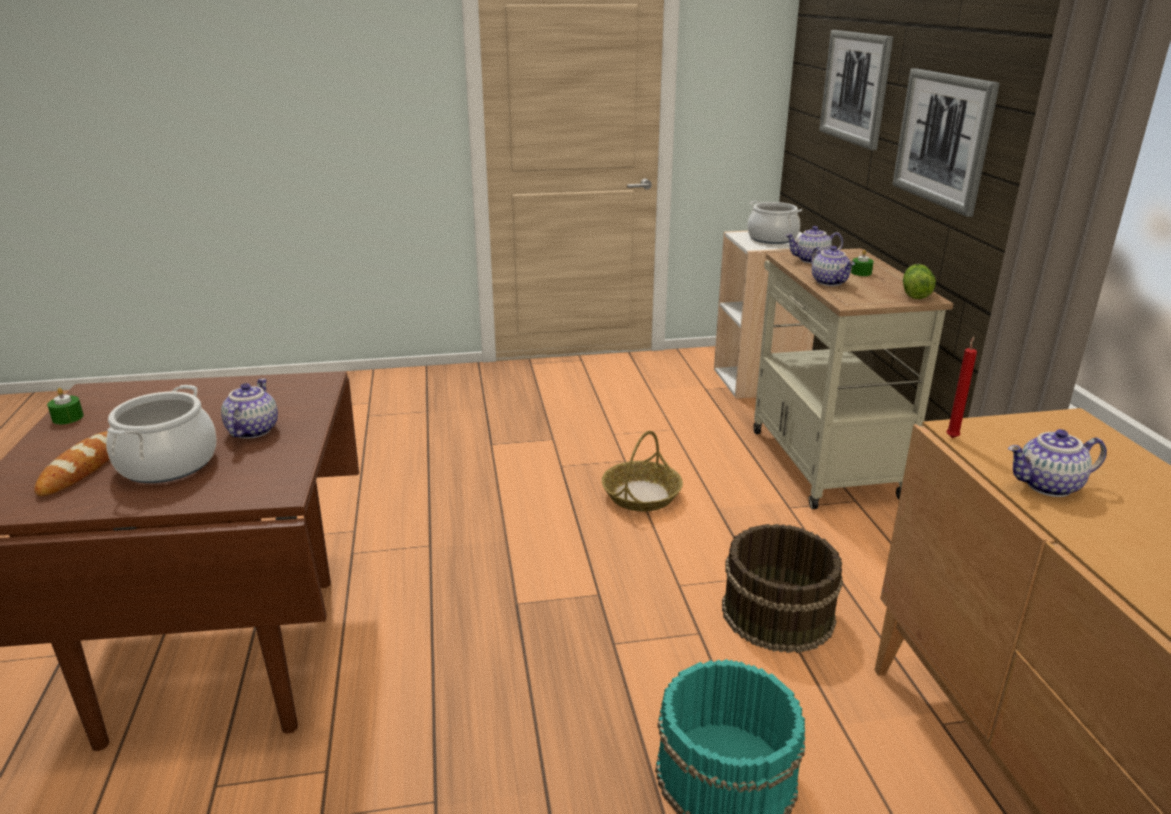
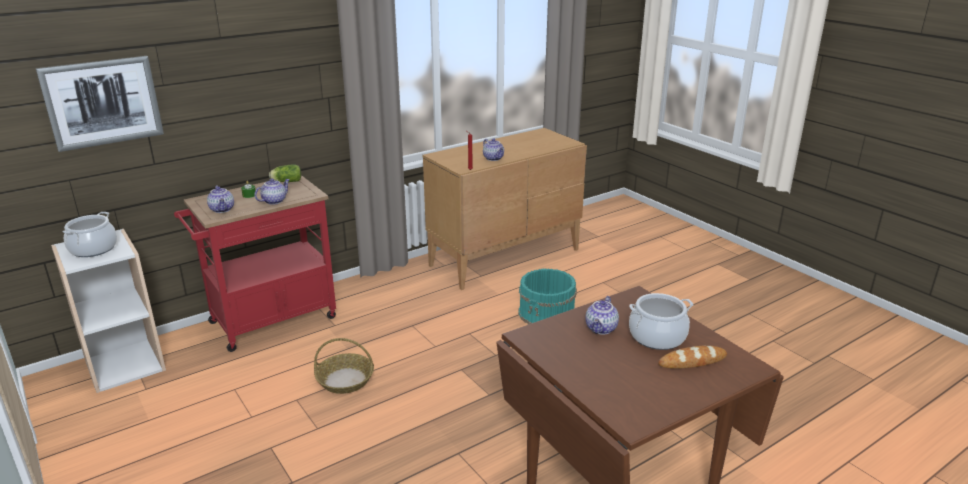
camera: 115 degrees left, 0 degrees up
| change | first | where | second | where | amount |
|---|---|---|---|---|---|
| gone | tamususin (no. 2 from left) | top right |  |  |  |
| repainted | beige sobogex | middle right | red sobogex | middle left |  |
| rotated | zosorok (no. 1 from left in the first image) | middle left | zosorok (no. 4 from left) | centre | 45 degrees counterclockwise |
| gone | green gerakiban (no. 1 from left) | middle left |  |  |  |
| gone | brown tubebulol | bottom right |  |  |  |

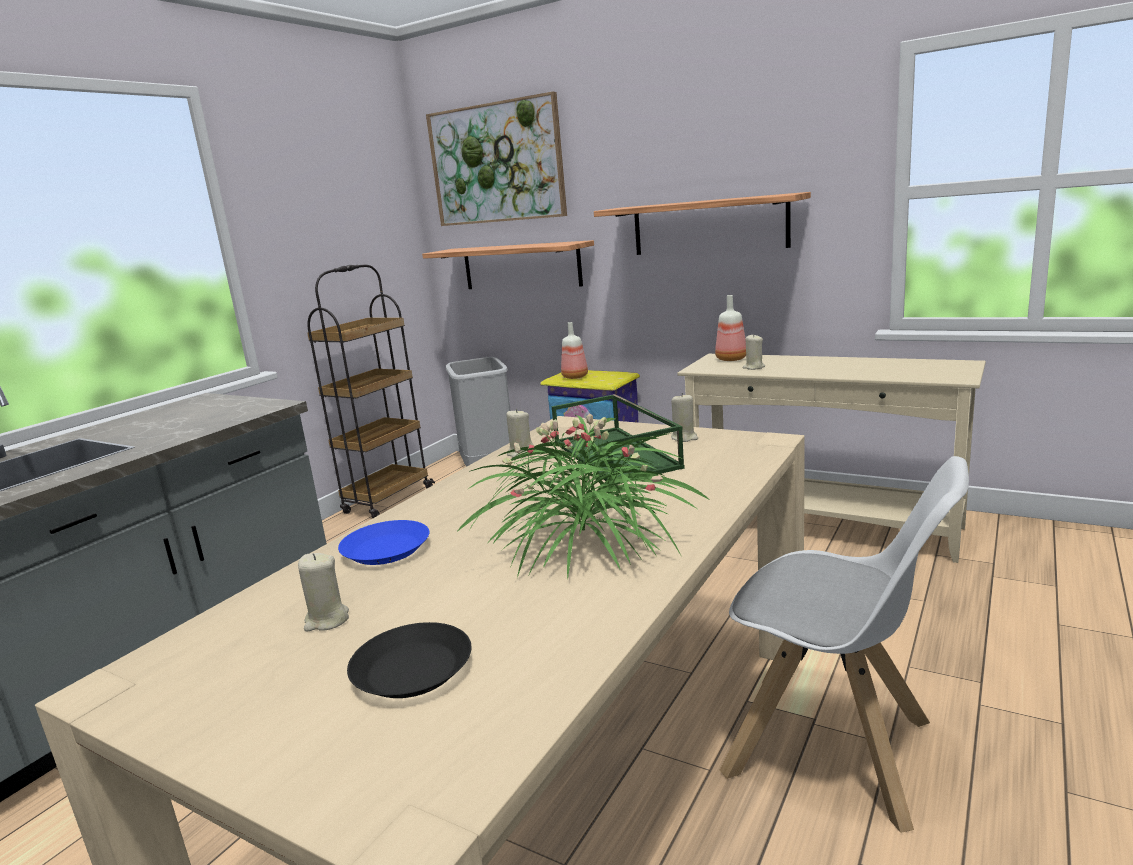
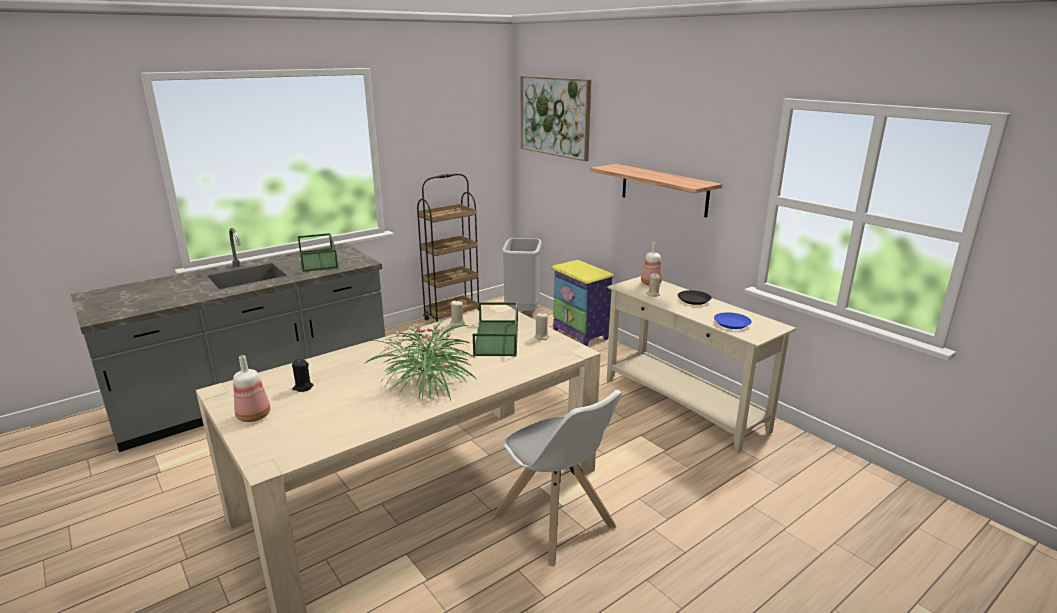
camera: 20 degrees right, 5 degrees up
| change | first | where | second | where | amount |
|---|---|---|---|---|---|
| gone | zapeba (no. 1 from left) | top centre |  |  |  |
| shifted | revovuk (no. 1 from left) | centre |  | middle left |  |
| shifted | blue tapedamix | centre |  | middle right |  |
| repainted | beige gerakiban (no. 1 from left) | bottom left | black gerakiban | middle left |  |
| shifted | black tapedamix | bottom centre |  | centre |  |
| new |  |  | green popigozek (no. 1 from left) | middle left |  |

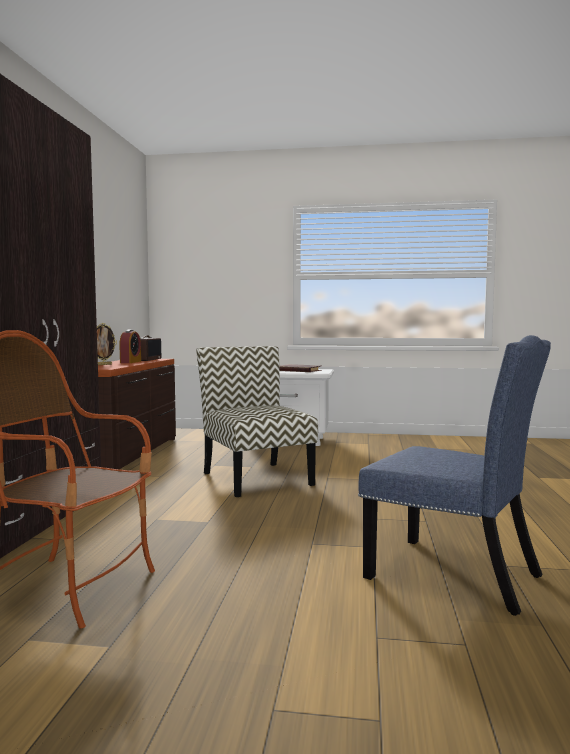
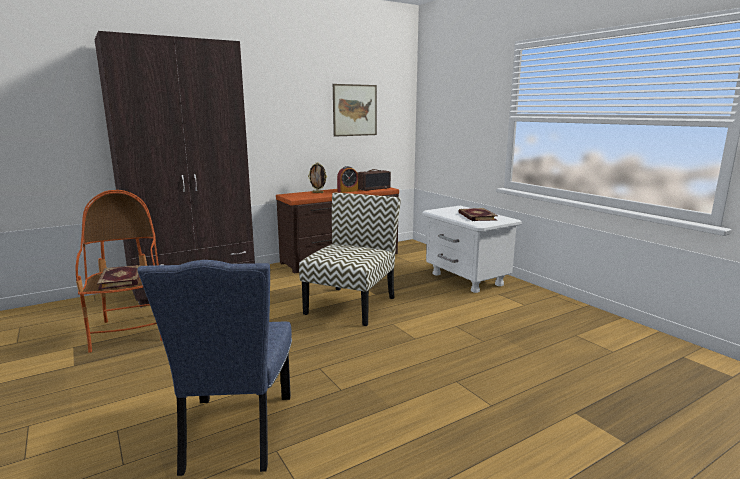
camera: 50 degrees right, 10 degrees up
| change | first | where | second | where | amount |
|---|---|---|---|---|---|
| new |  |  | tamususin | top centre |  |
| new |  |  | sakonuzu (no. 1 from left) | middle left |  |

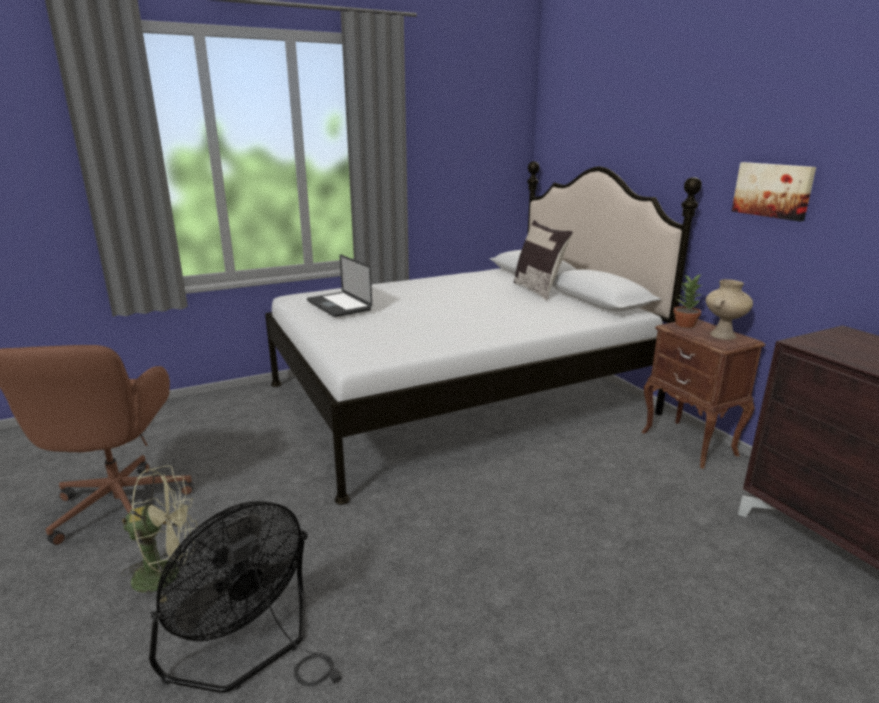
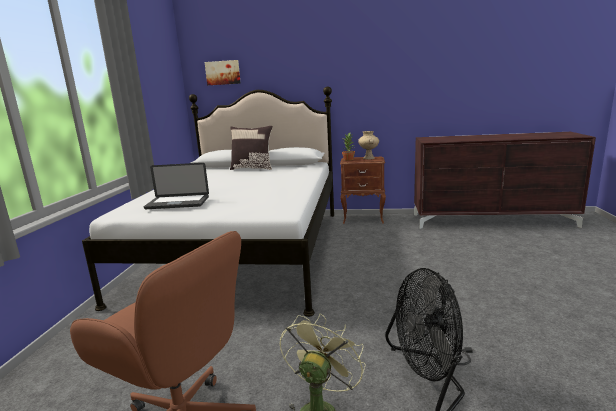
camera: 55 degrees left, 5 degrees down
| change | first | where | second | where | amount |
|---|---|---|---|---|---|
| shifted | tamususin | top right |  | top centre |  |

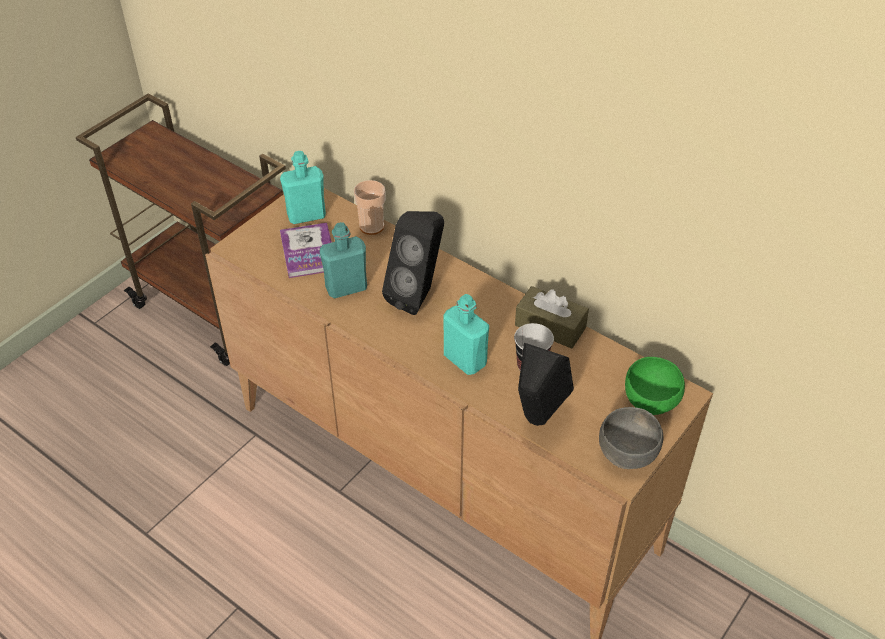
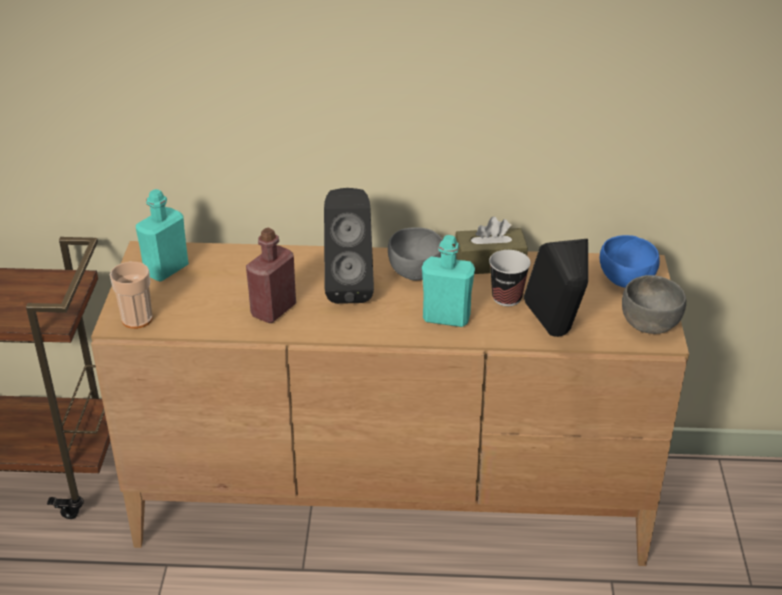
camera: 35 degrees left, 10 degrees down
| change | first | where | second | where | amount |
|---|---|---|---|---|---|
| shifted | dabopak (no. 1 from left) | top centre |  | middle left |  |
| repainted | turquoise revovuk (no. 2 from left) | centre | red revovuk | centre |  |
| gone | sakonuzu | centre |  |  |  |
| repainted | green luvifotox | middle right | blue luvifotox | middle right |  |
| new |  |  | grey luvifotox (no. 1 from left) | centre |  |

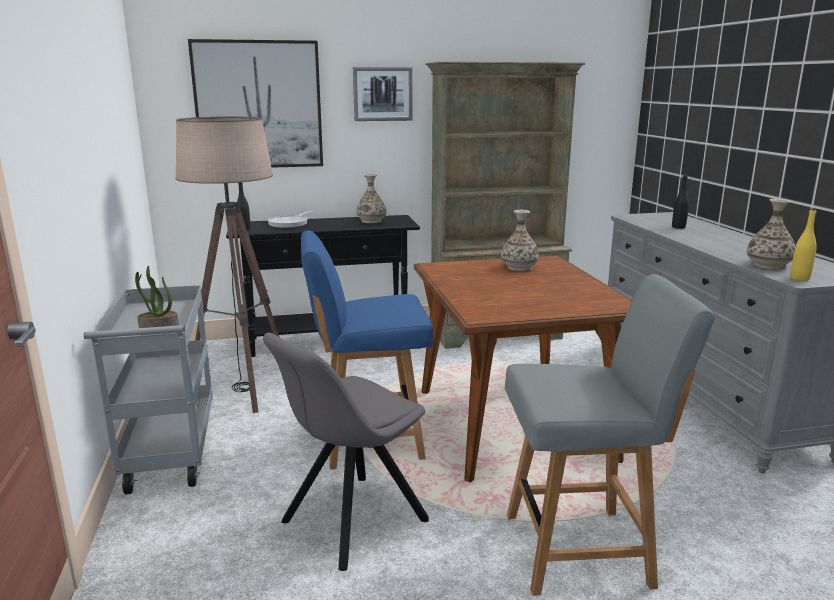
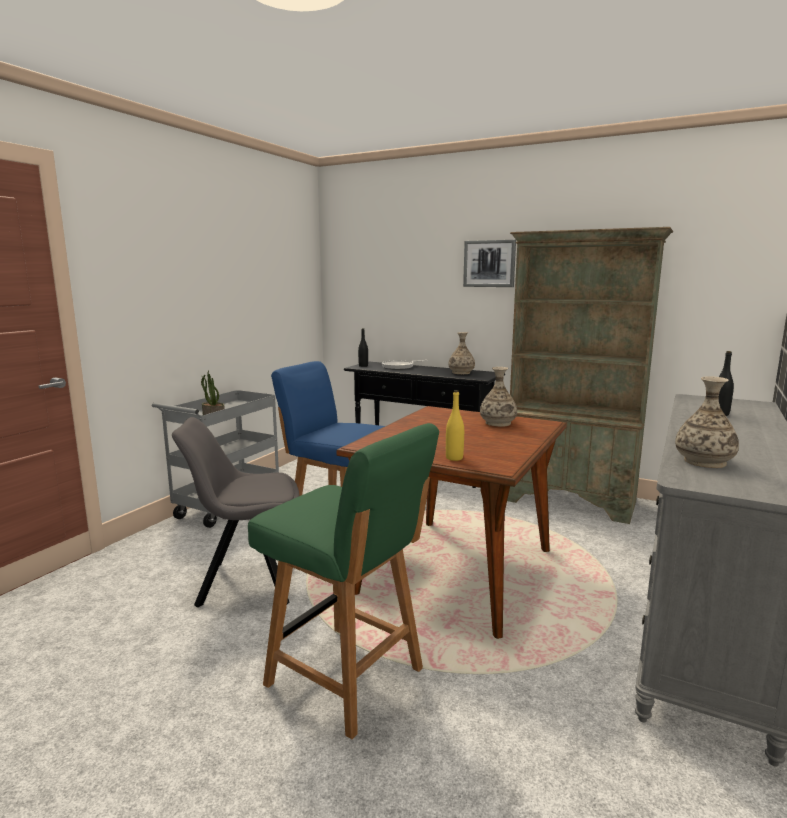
camera: 40 degrees right, 5 degrees down
| change | first | where | second | where | amount |
|---|---|---|---|---|---|
| gone | tamususin (no. 1 from left) | top left |  |  |  |
| gone | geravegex | middle left |  |  |  |
| shifted | yellow revovuk | middle right |  | centre |  |
| repainted | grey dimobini (no. 2 from left) | bottom right | green dimobini | bottom centre |  |

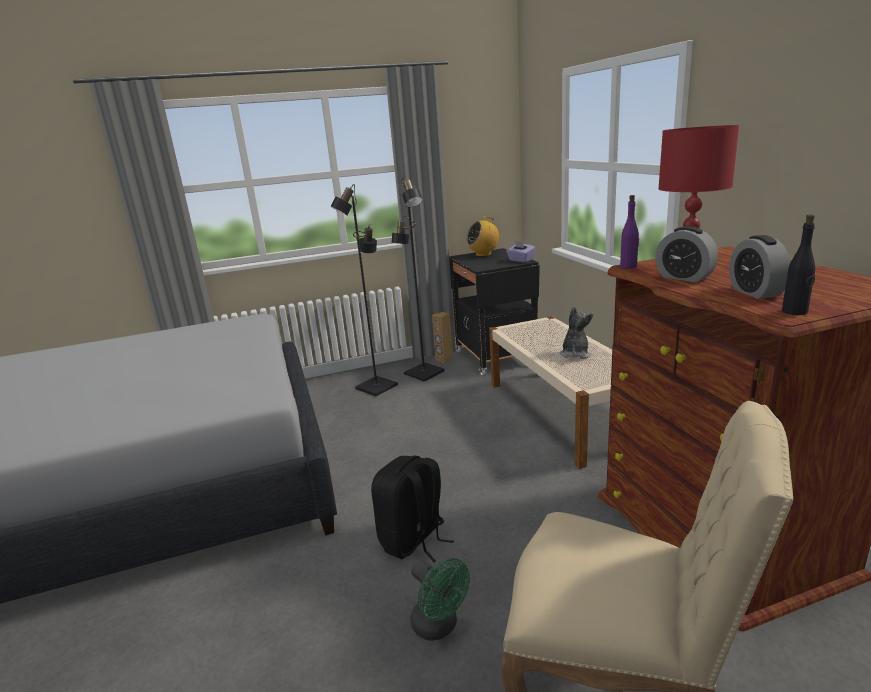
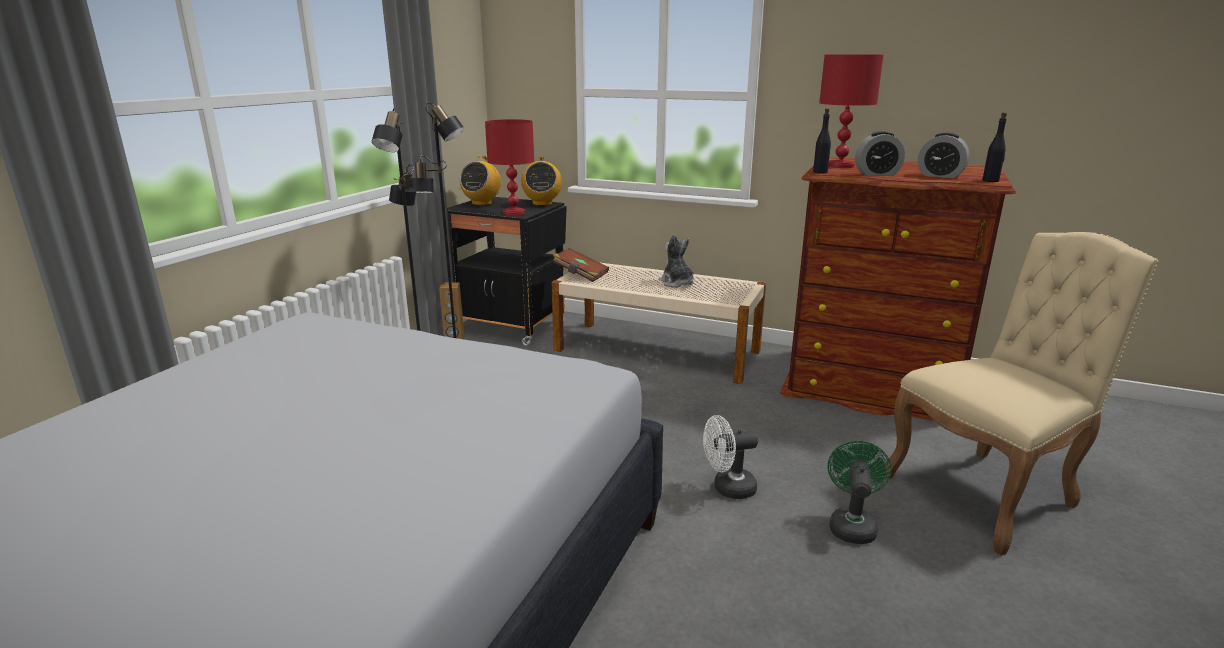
camera: 50 degrees left, 0 degrees up
| change | first | where | second | where | amount |
|---|---|---|---|---|---|
| repainted | purple revovuk | middle right | black revovuk (no. 1 from left) | top right |  |
| swapped | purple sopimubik | centre | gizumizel (no. 2 from left) | top centre |  |
| swapped | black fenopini | bottom centre | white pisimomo | bottom centre |  |
| rotated | green pisimomo | bottom centre |  | bottom right | 75 degrees counterclockwise |
| new |  |  | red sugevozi (no. 1 from left) | top centre |  |
| new |  |  | brown sakonuzu | centre |  |

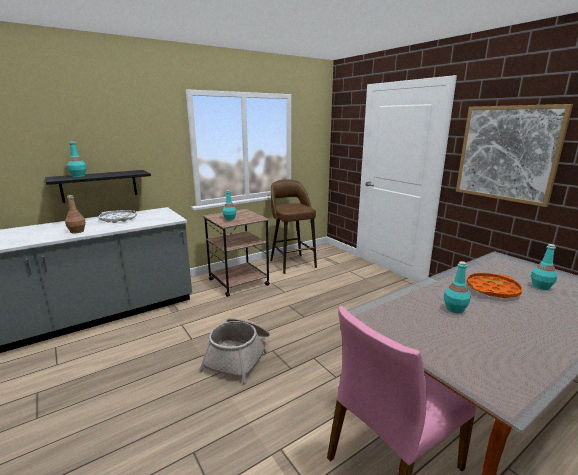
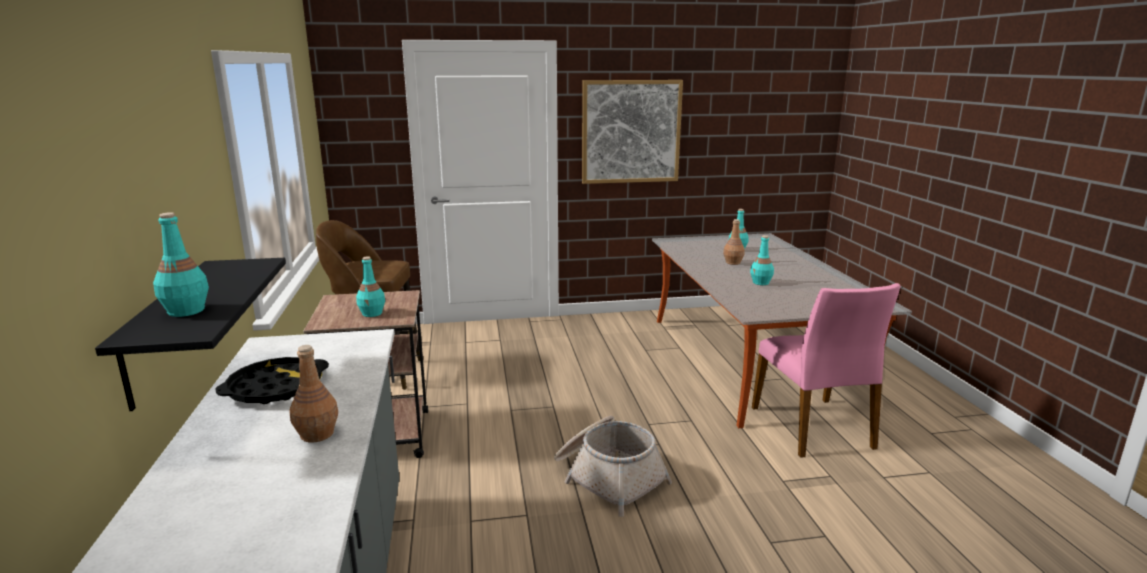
camera: 65 degrees left, 0 degrees up
| change | first | where | second | where | amount |
|---|---|---|---|---|---|
| repainted | white popigozek | middle left | black popigozek | middle left |  |
| swapped | orange popigozek | middle right | brown revovuk (no. 2 from left) | centre |  |

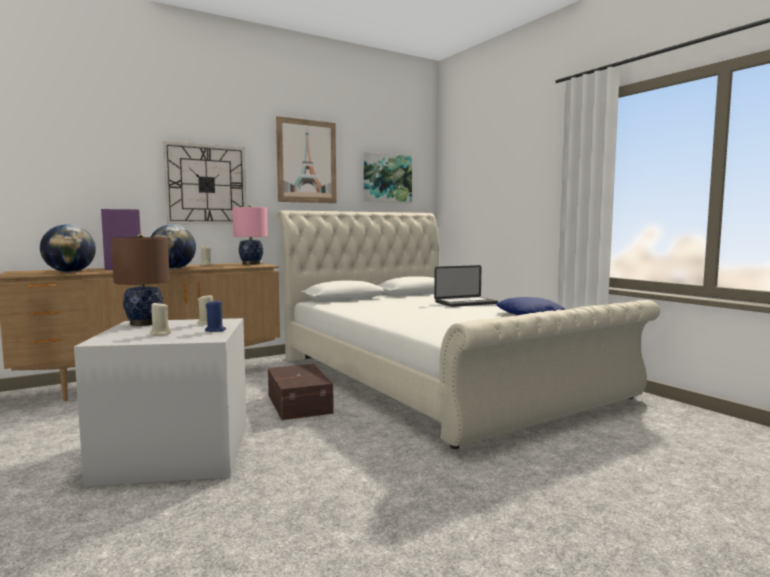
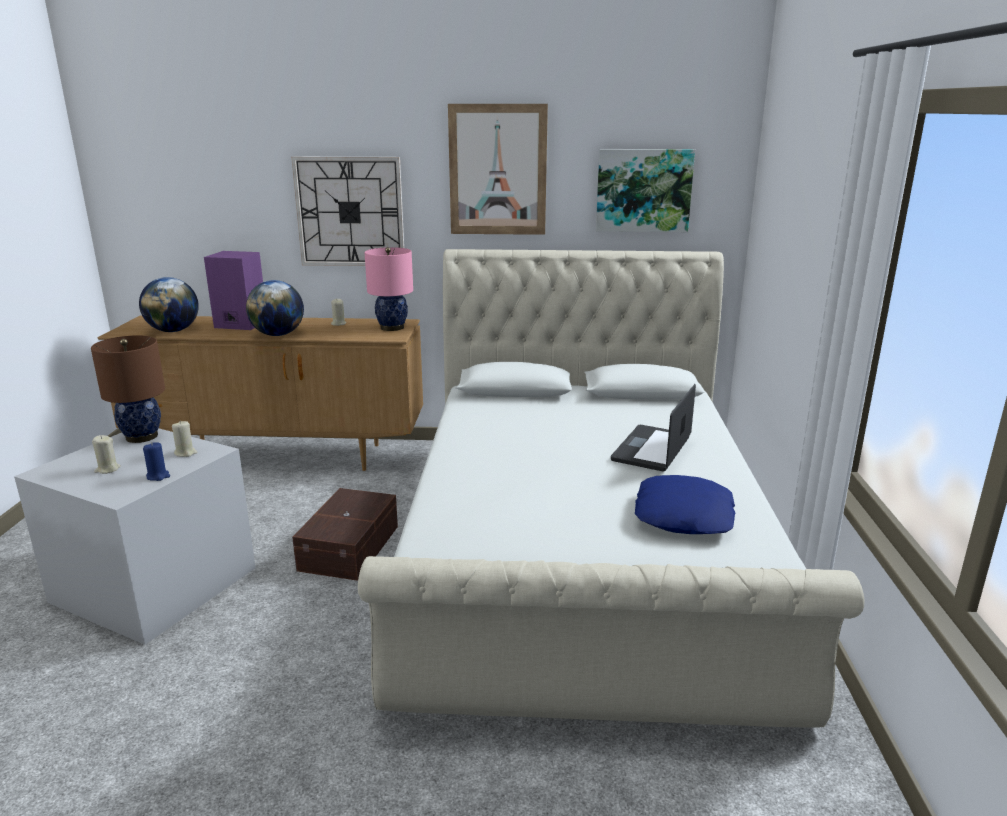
camera: 35 degrees right, 15 degrees up
| change | first | where | second | where | amount |
|---|---|---|---|---|---|
| rotated | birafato | centre |  | centre | 105 degrees clockwise |

